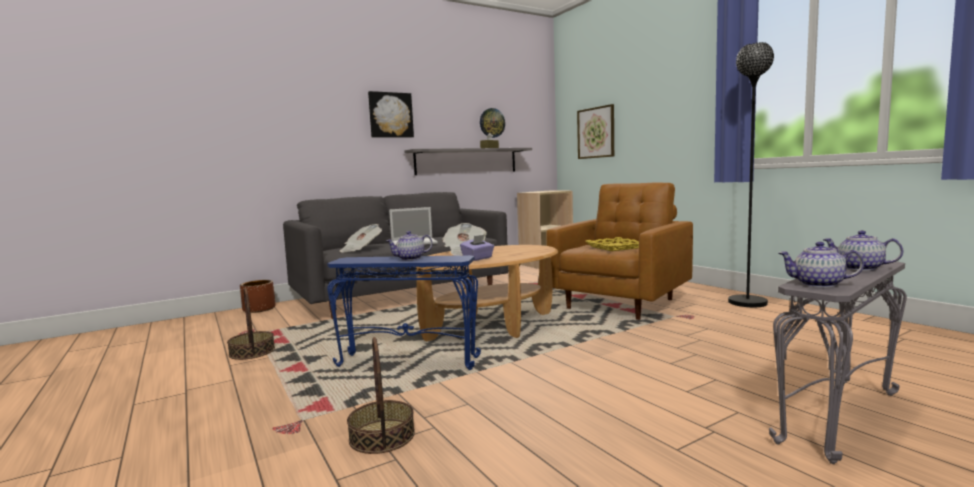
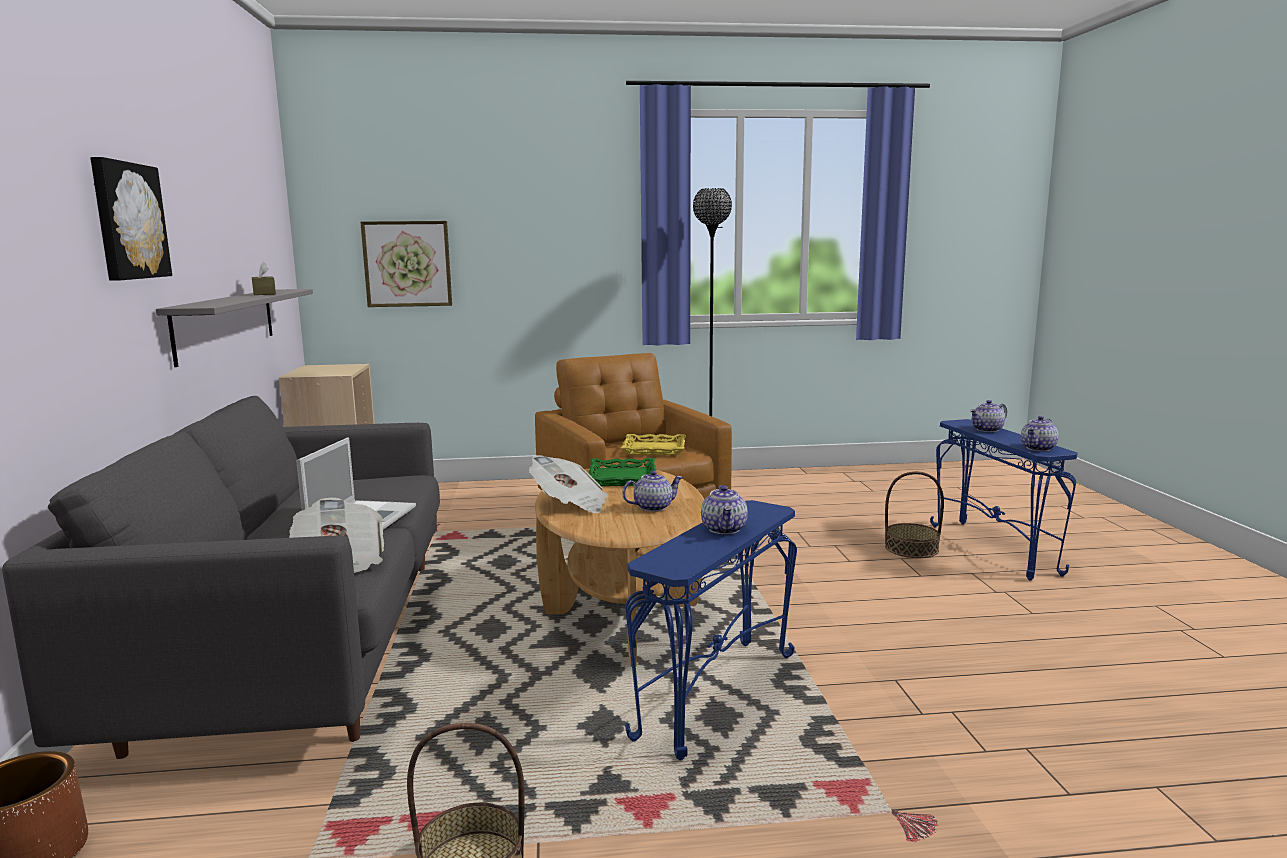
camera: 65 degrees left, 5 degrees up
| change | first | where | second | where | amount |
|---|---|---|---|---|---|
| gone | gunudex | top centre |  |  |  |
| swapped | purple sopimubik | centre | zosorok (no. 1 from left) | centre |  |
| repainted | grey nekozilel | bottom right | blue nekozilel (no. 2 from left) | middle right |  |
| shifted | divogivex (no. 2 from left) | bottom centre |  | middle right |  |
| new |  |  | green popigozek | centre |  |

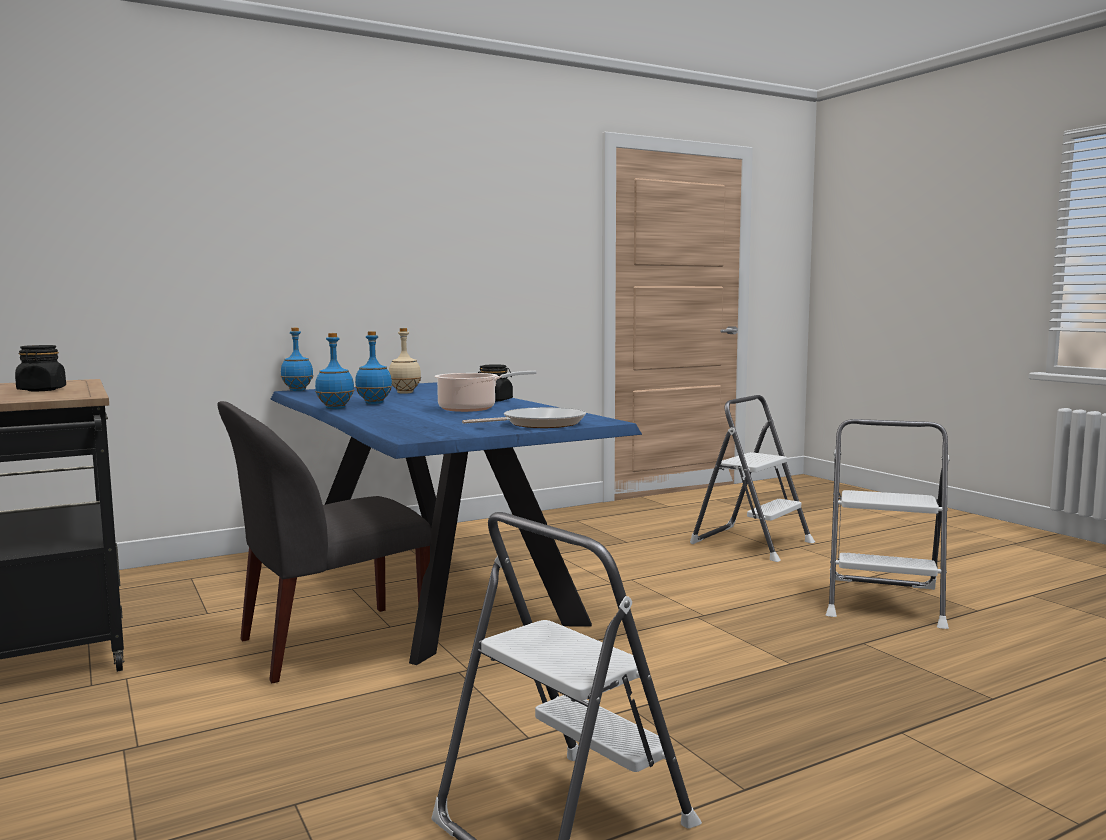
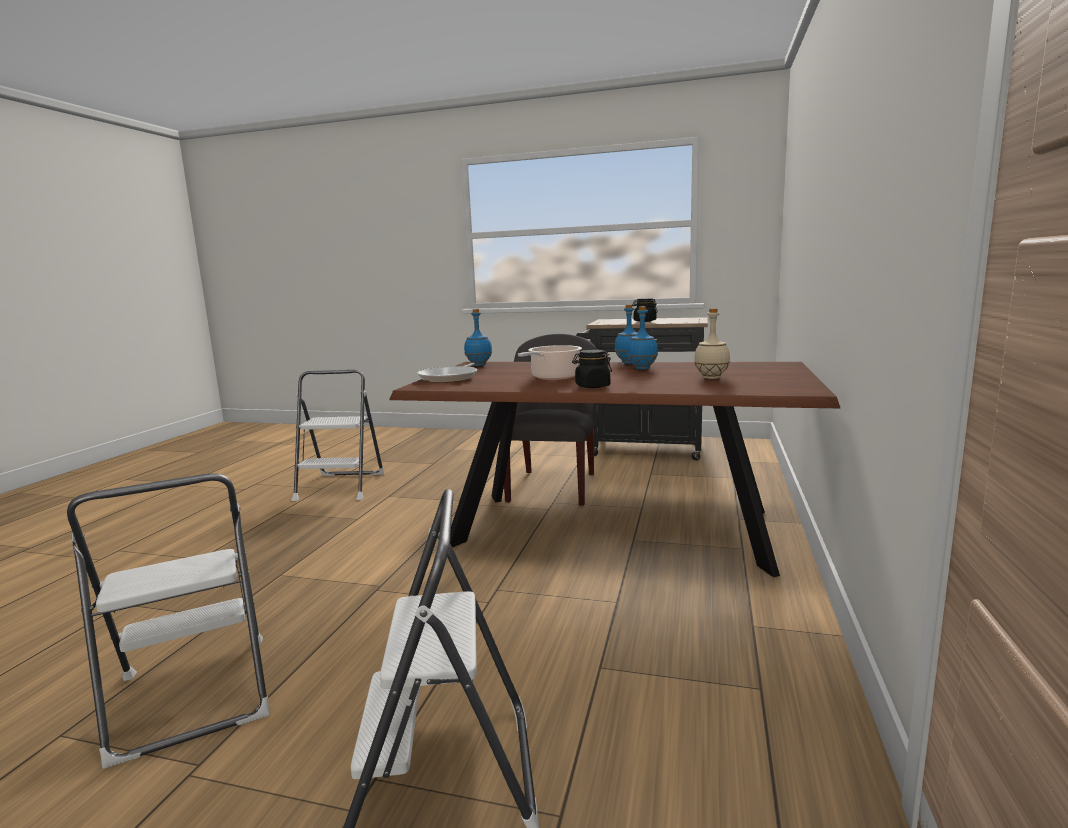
camera: 135 degrees right, 5 degrees up
| change | first | where | second | where | amount |
|---|---|---|---|---|---|
| shifted | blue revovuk (no. 1 from left) | middle left |  | centre |  |
| repainted | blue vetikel | centre | brown vetikel | centre |  |

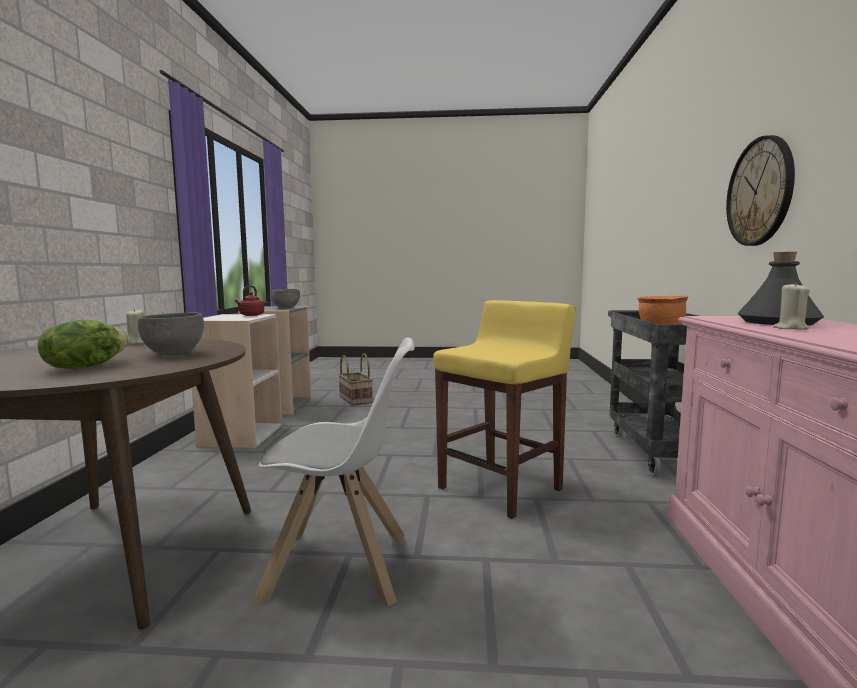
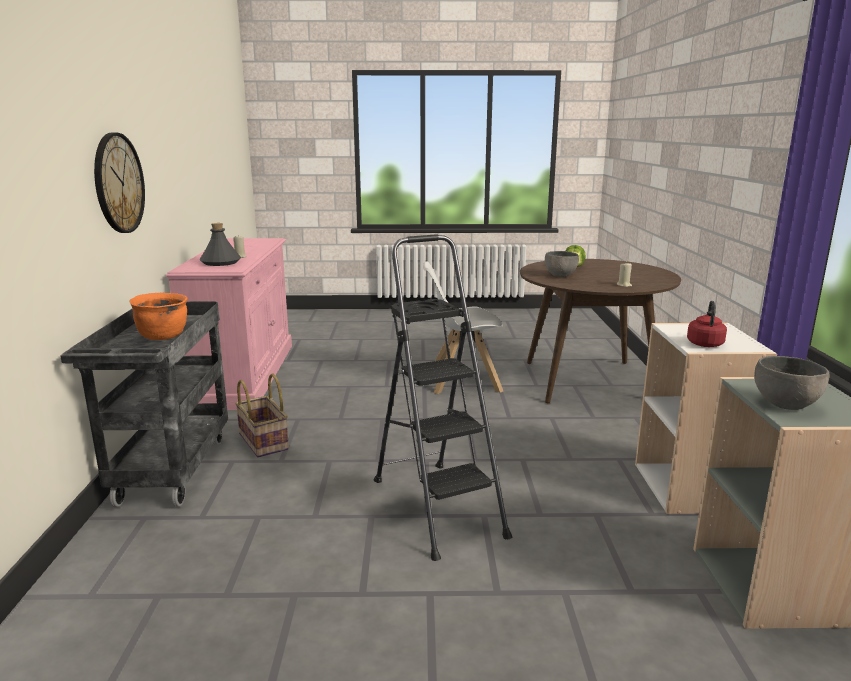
camera: 175 degrees right, 10 degrees up
| change | first | where | second | where | amount |
|---|---|---|---|---|---|
| gone | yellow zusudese | centre |  |  |  |
| shifted | divogivex | centre |  | middle left |  |
| new |  |  | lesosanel | centre |  |

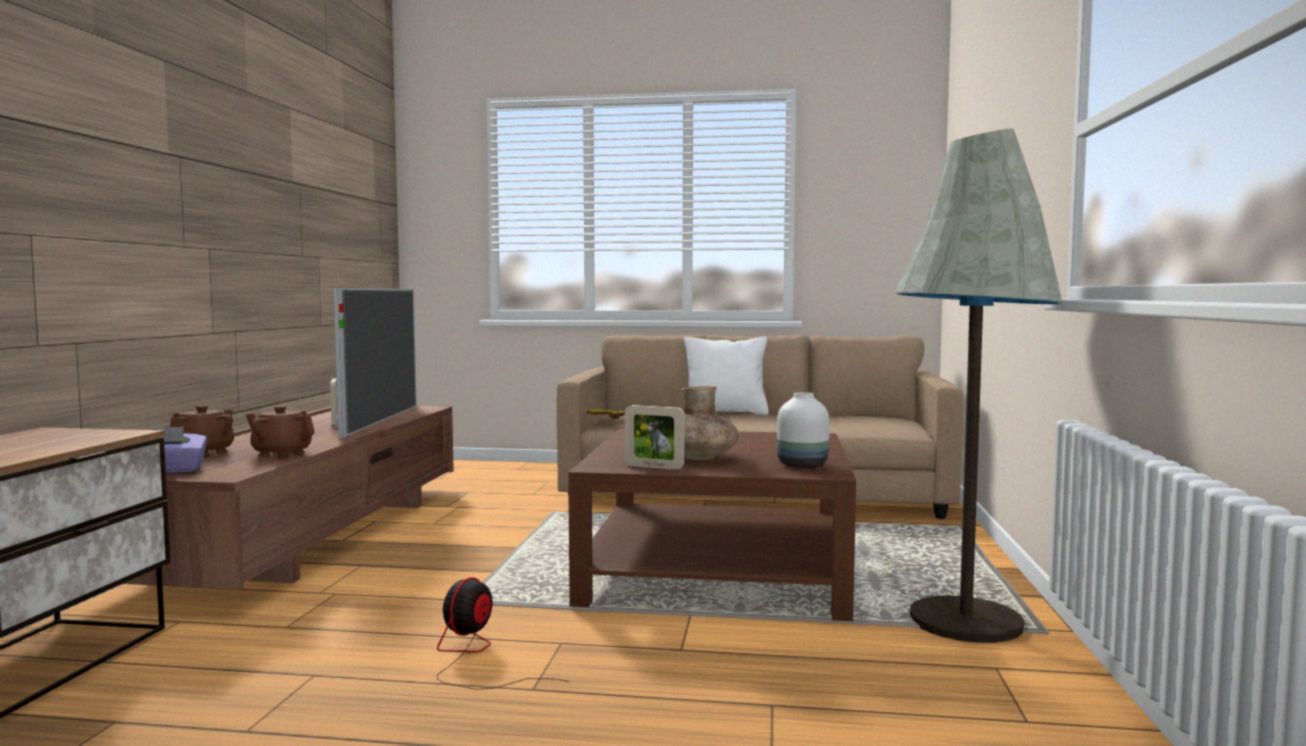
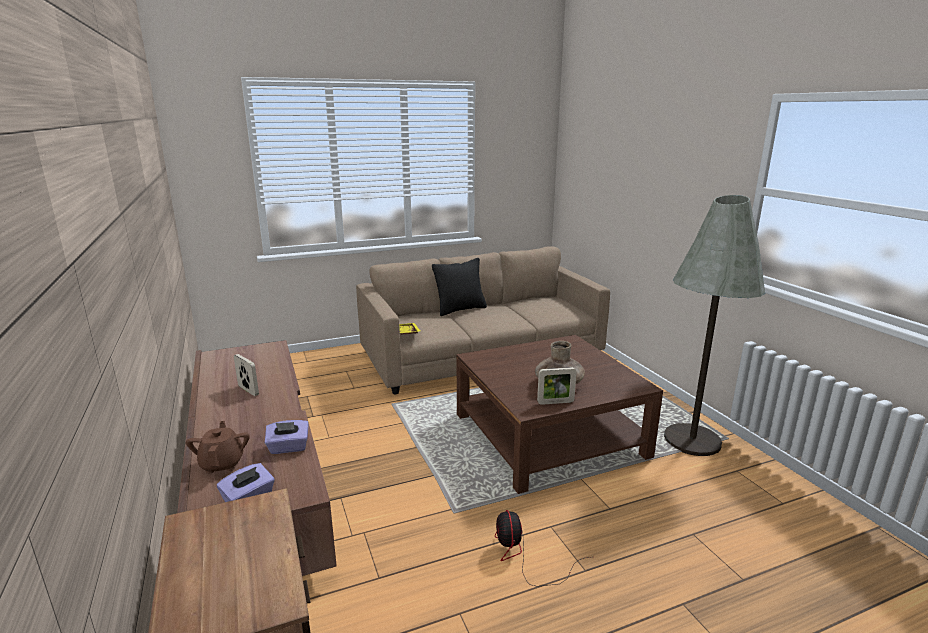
camera: 30 degrees left, 15 degrees up
| change | first | where | second | where | amount |
|---|---|---|---|---|---|
| gone | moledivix | middle left |  |  |  |
| repainted | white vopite | centre | black vopite | centre |  |
| gone | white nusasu | centre |  |  |  |
| swapped | brown zosorok (no. 2 from left) | middle left | purple sopimubik (no. 2 from left) | bottom left |  |

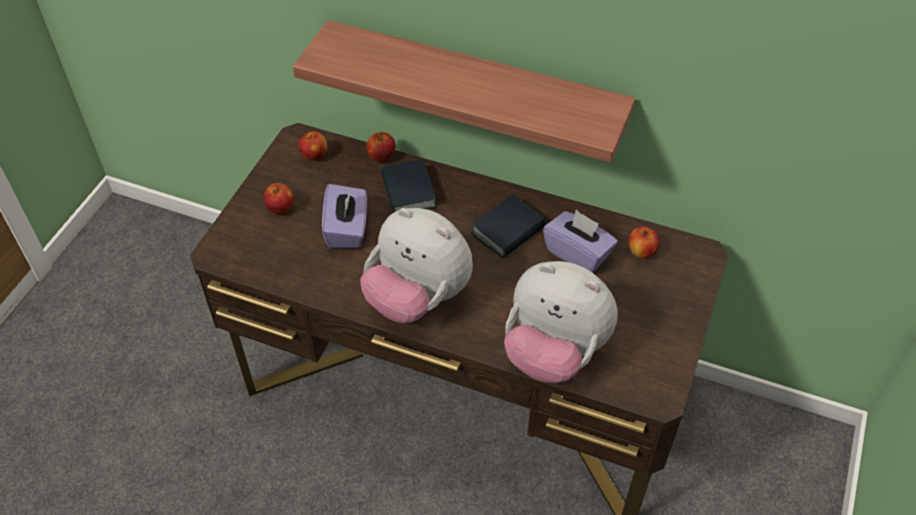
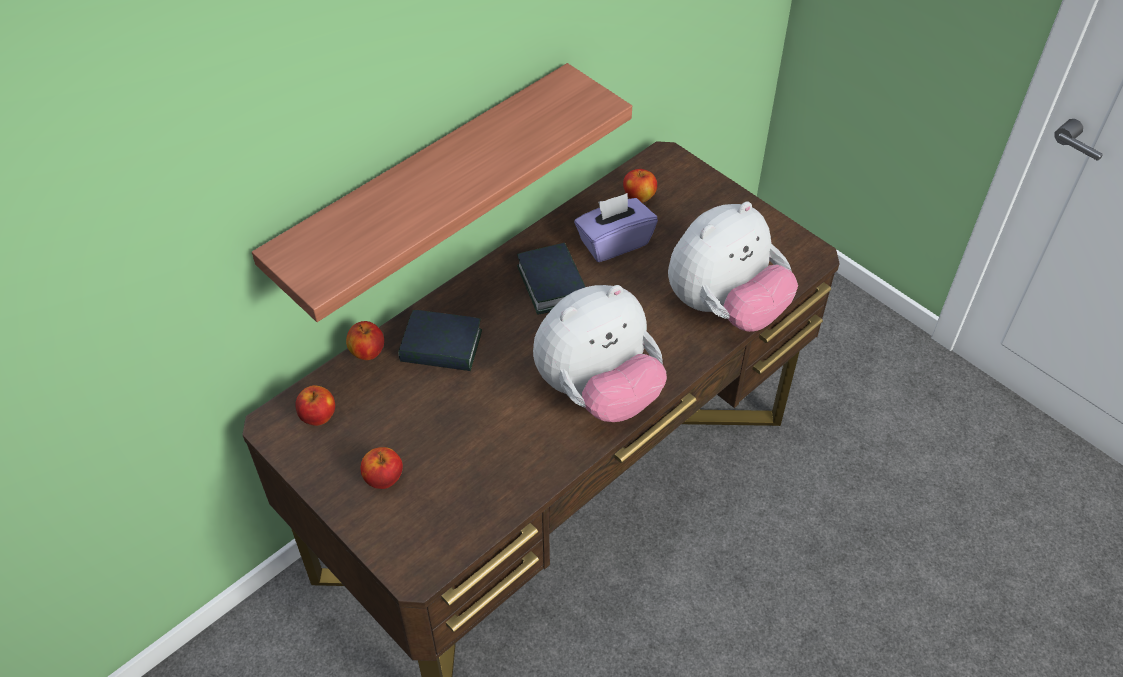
camera: 65 degrees left, 0 degrees up
| change | first | where | second | where | amount |
|---|---|---|---|---|---|
| gone | purple sopimubik (no. 1 from left) | centre |  |  |  |

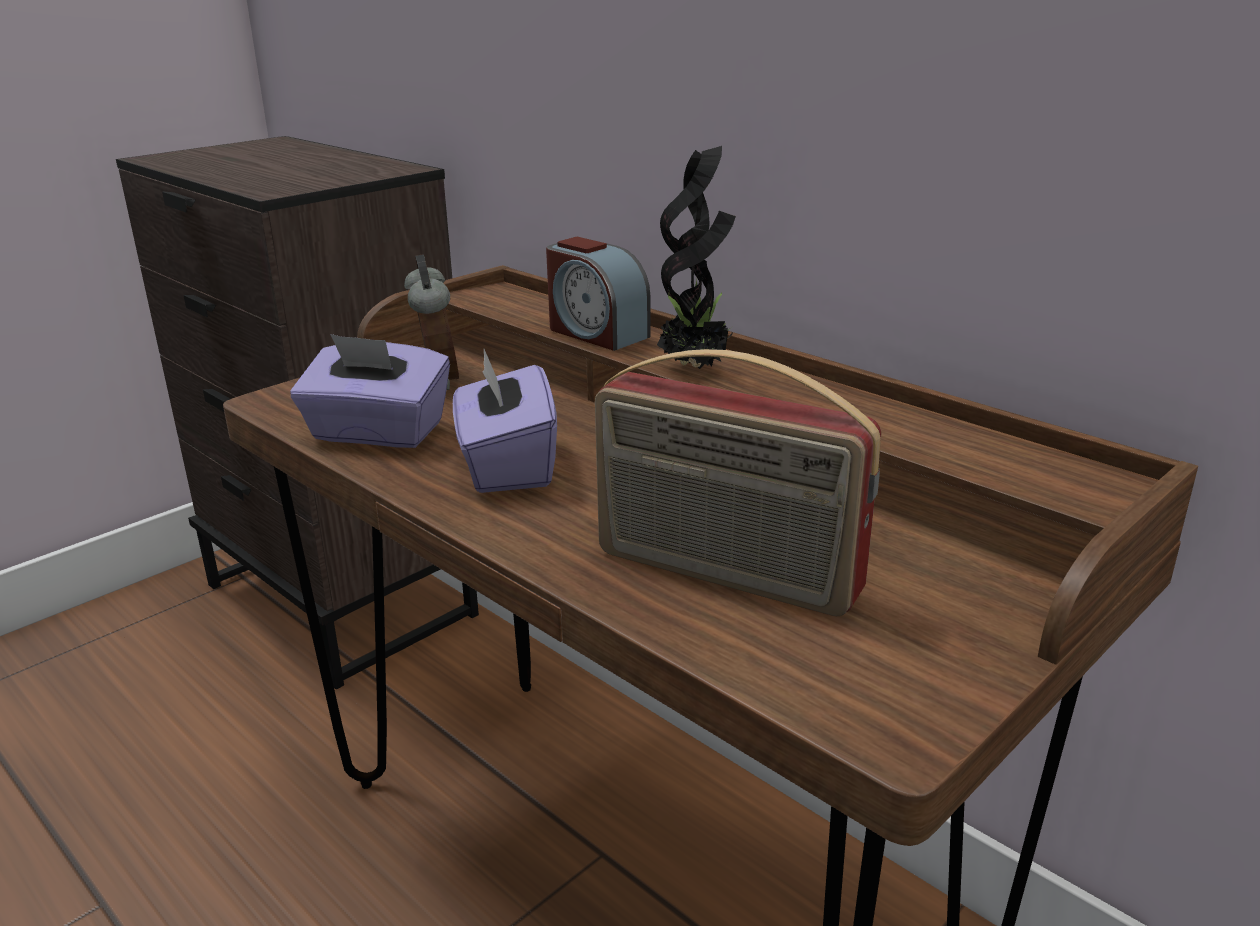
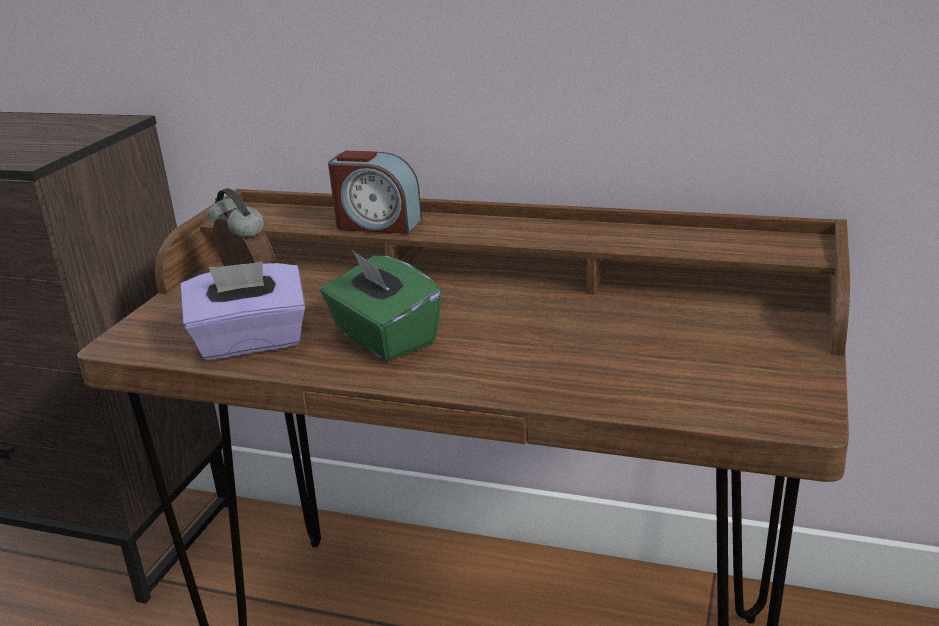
camera: 25 degrees left, 0 degrees up
| change | first | where | second | where | amount |
|---|---|---|---|---|---|
| gone | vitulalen | top centre |  |  |  |
| repainted | purple sopimubik (no. 2 from left) | centre | green sopimubik | centre |  |
| gone | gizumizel | centre |  |  |  |

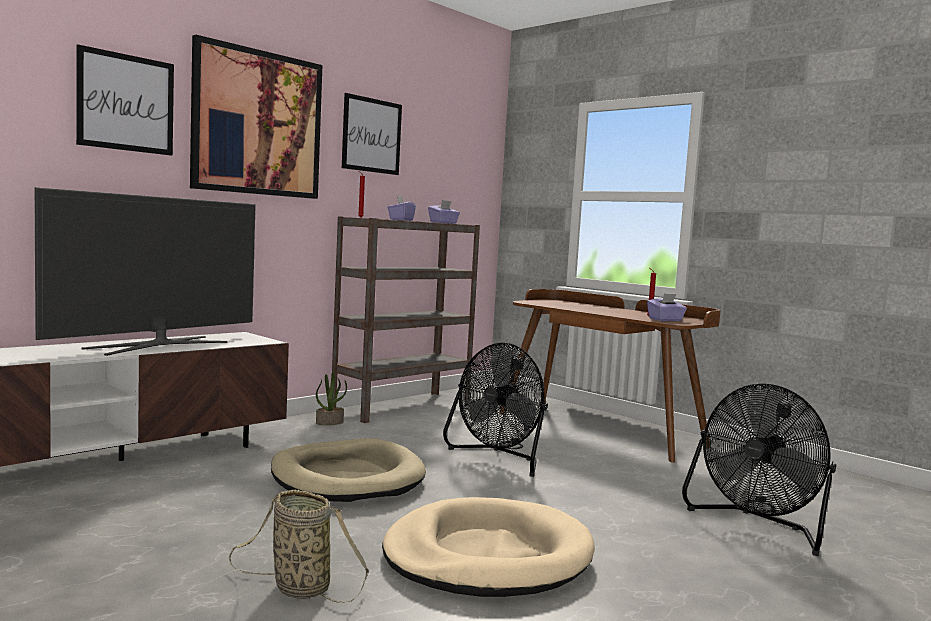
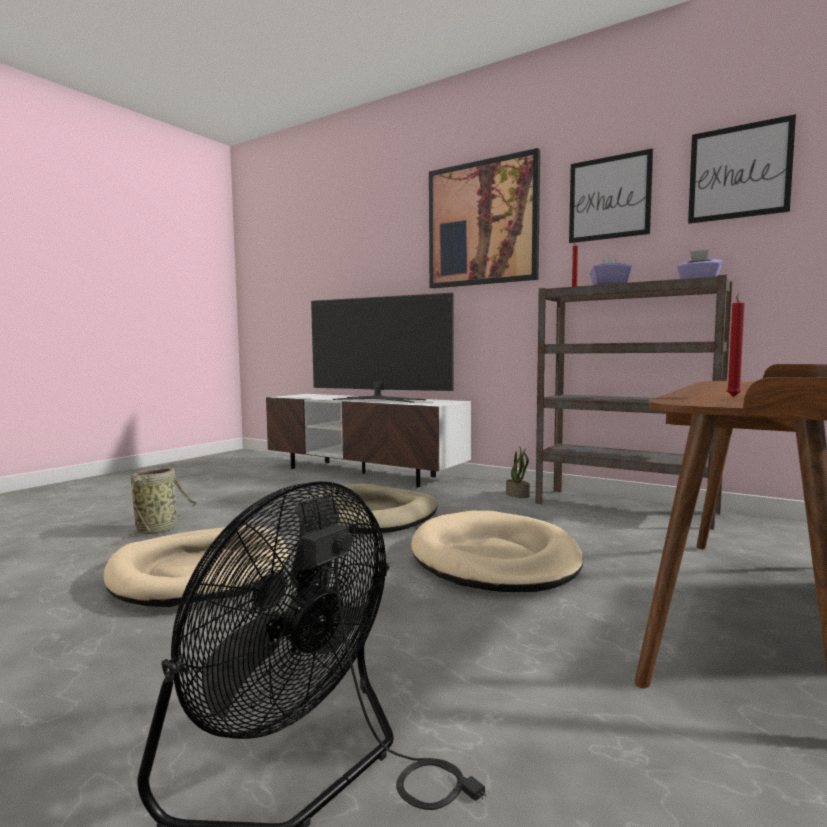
camera: 80 degrees right, 0 degrees up
| change | first | where | second | where | amount |
|---|---|---|---|---|---|
| shifted | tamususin (no. 1 from left in the first image) | top left | tamususin (no. 3 from left) | top right |  |
| gone | purple sopimubik (no. 3 from left) | middle right |  |  |  |
| swapped | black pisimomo (no. 1 from left) | centre | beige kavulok (no. 3 from left) | centre |  |

